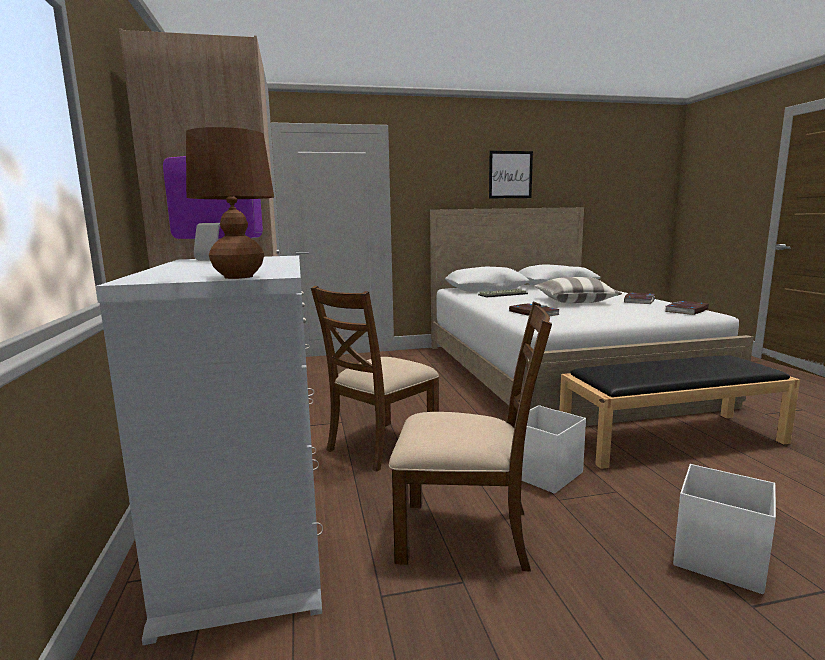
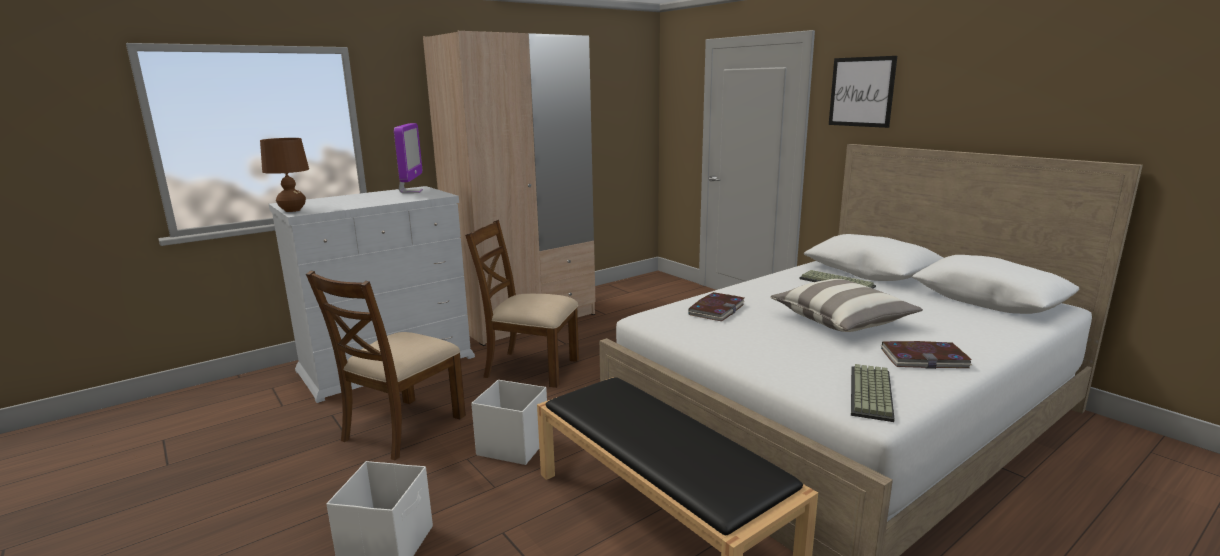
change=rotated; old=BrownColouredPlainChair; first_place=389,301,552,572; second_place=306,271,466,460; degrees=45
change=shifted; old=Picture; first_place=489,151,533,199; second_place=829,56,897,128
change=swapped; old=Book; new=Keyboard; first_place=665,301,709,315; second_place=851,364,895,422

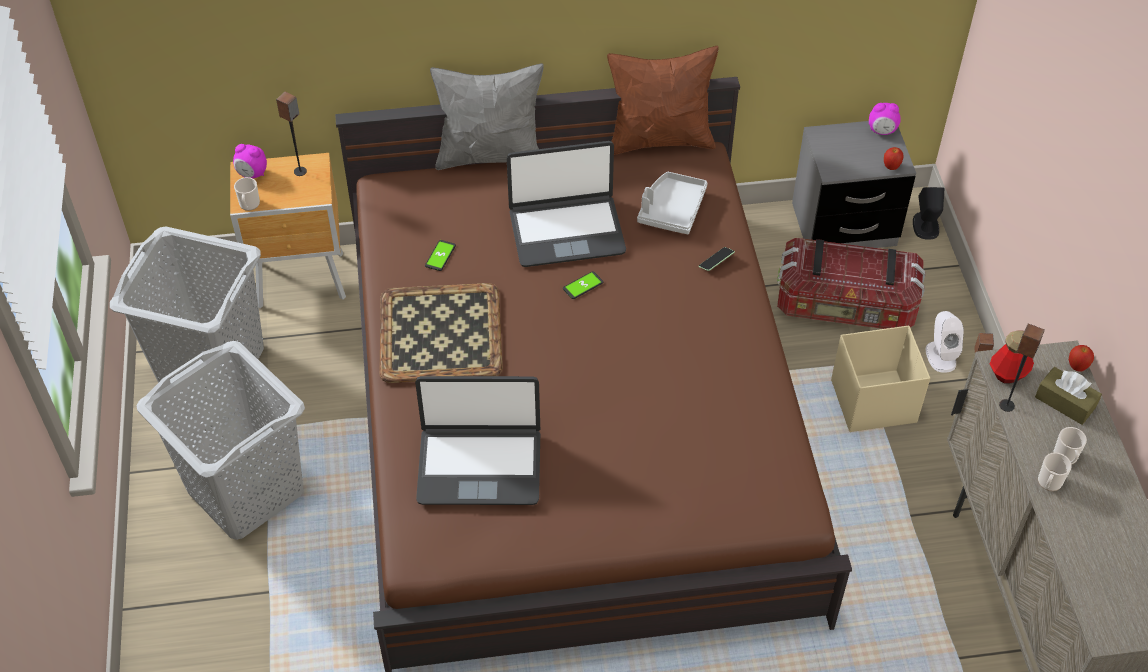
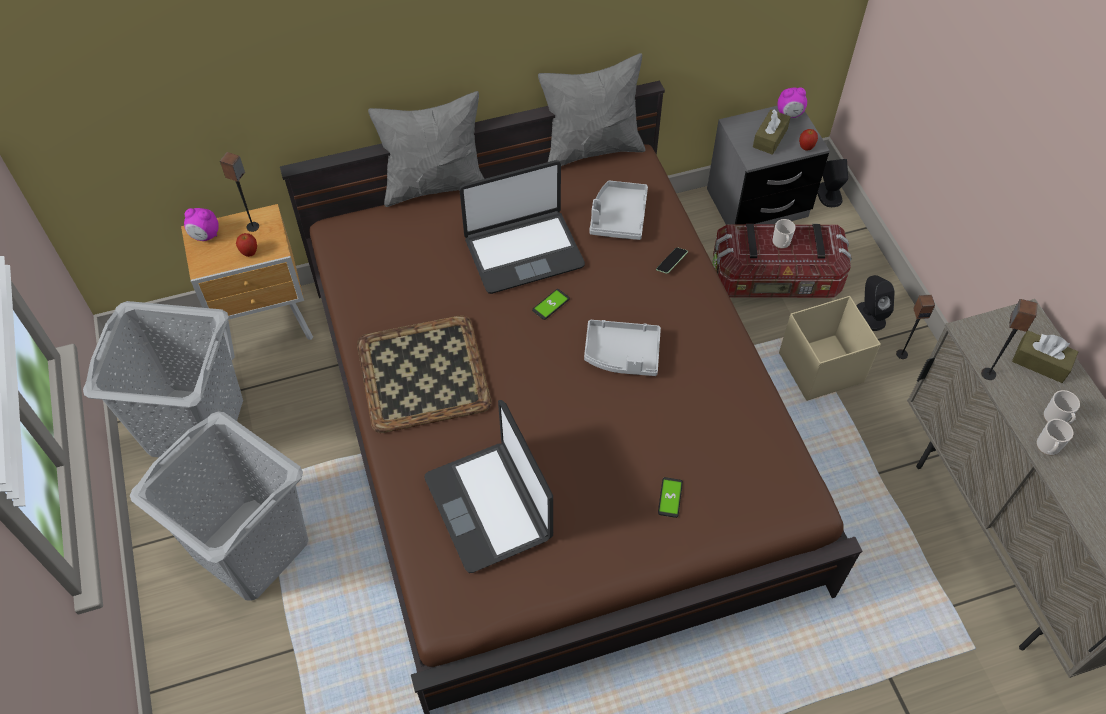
change=shifted; old=CoffeeMug; first_place=234,177,260,211; second_place=772,219,795,248
change=rotated; old=NotebookComputer; first_place=415,376,540,505; second_place=425,400,553,573; degrees=75
change=shifted; old=Handset; first_place=425,240,456,271; second_place=658,477,683,518
change=repainted; old=BrownColouredCushion; new=GreyishCushion; first_place=607,46,719,155; second_place=538,53,645,166
change=repainted; old=WhiteColouredSpeaker; new=BlackishSpeaker; first_place=925,311,964,373; second_place=857,275,895,331
change=gone; old=BeverageBottle; first_place=990,330,1034,384
change=shifted; old=AppleFruit; first_place=1069,345,1094,372; second_place=236,233,257,257
change=new; new=GreyishServingTray; second_place=584,320,661,376
change=new; new=BrownColouredBoxOfTissues; second_place=753,110,791,155

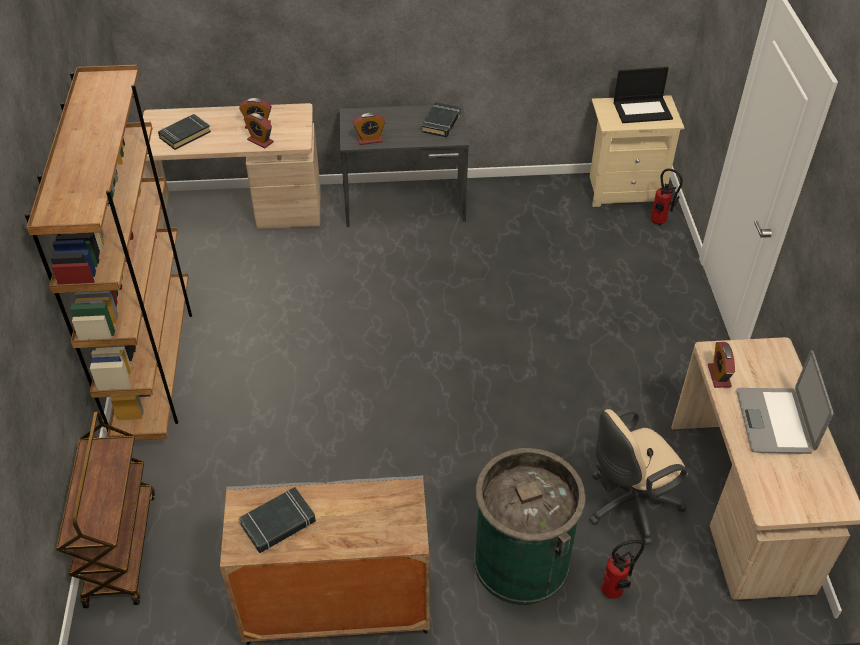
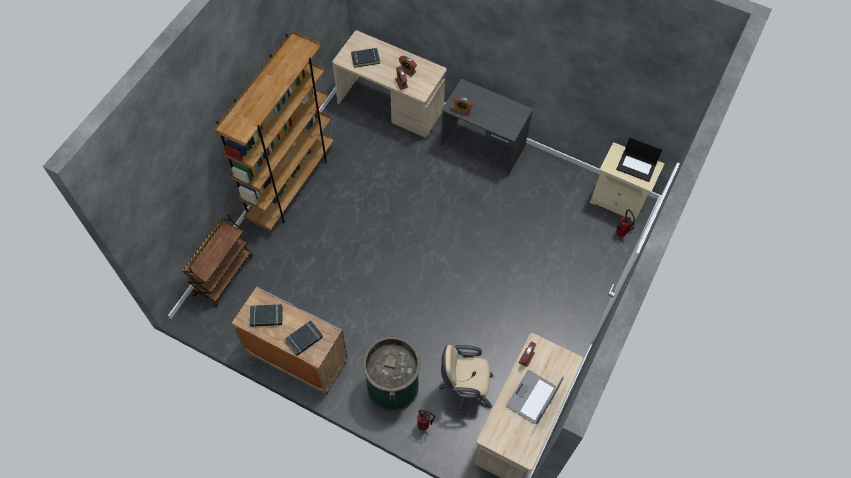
change=shifted; old=BlackishBook; first_place=421,102,461,137; second_place=285,320,323,356

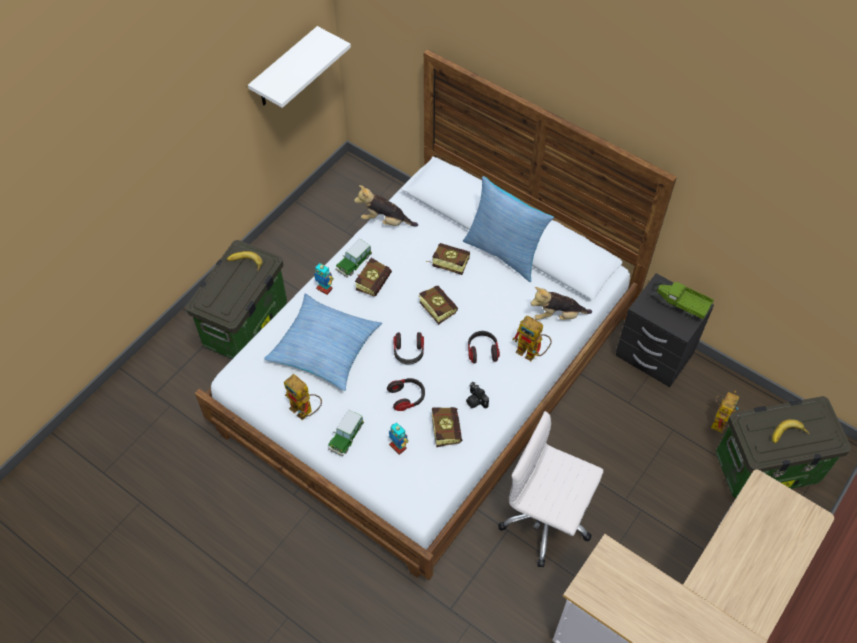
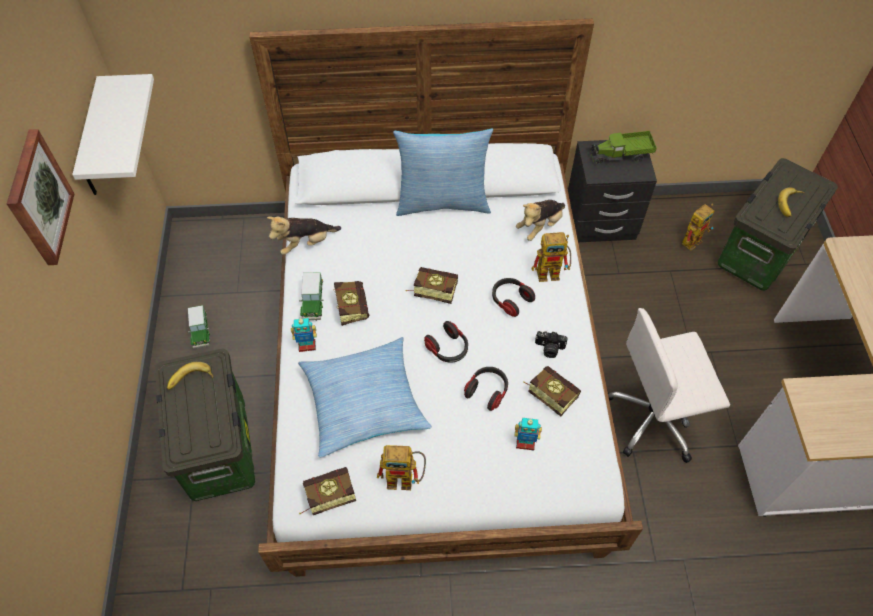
change=shifted; old=MiniatureCar; first_place=328,410,364,456; second_place=188,305,210,349
change=shifted; old=Book; first_place=426,243,470,275; second_place=299,467,356,515
change=rotated; old=RobotFigure; first_place=711,391,739,433; second_place=682,204,715,251; degrees=60
change=new; new=Picture; second_place=7,129,75,265

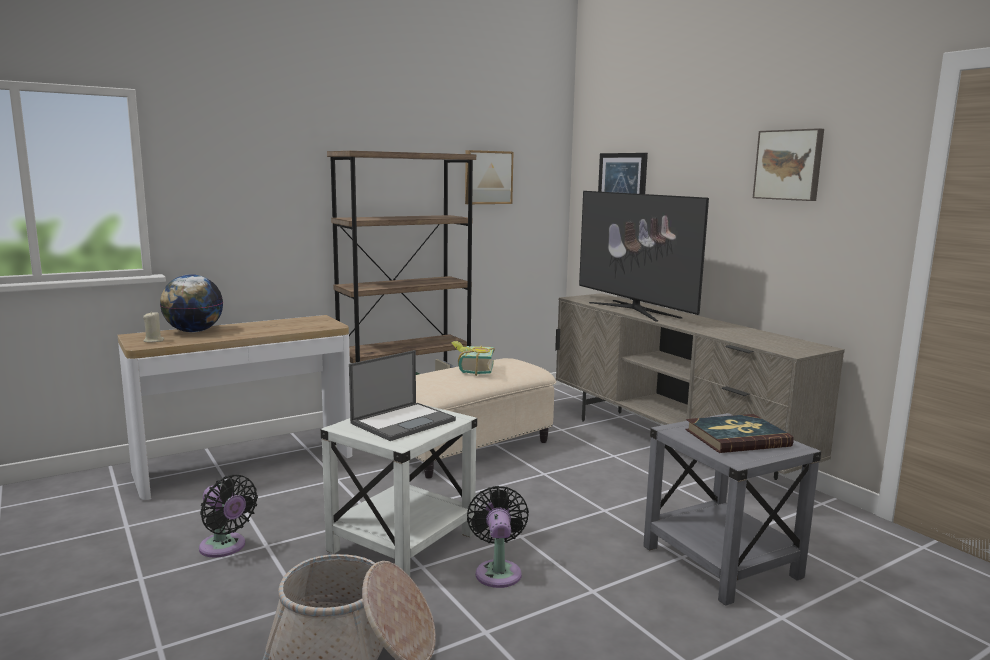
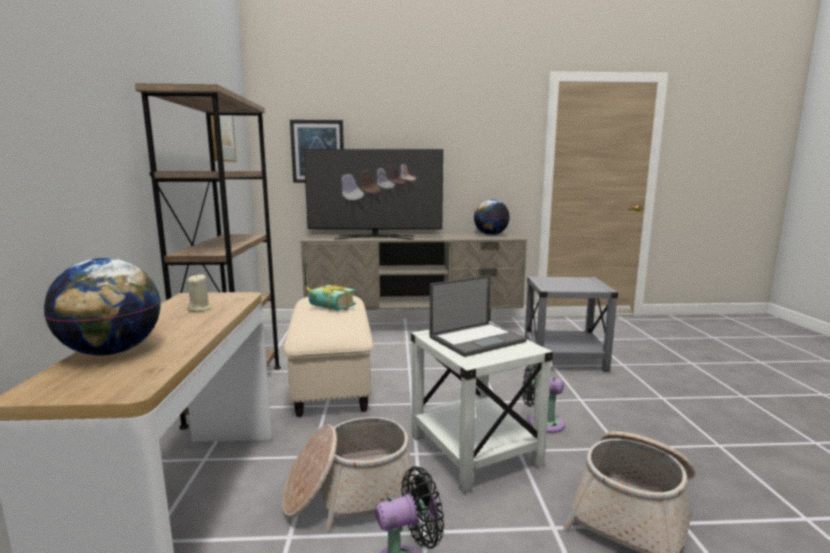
change=shifted; old=SandColouredCandle; first_place=143,311,164,343; second_place=187,274,211,312
change=rotated; old=NotebookComputer; first_place=349,350,456,441; second_place=430,275,527,357; degrees=75
change=gone; old=Book; first_place=686,414,794,453
change=gone; old=Picture; first_place=753,128,824,201
change=new; new=Basket; second_place=282,417,418,531
change=new; new=DeskGlobe; second_place=474,200,510,235

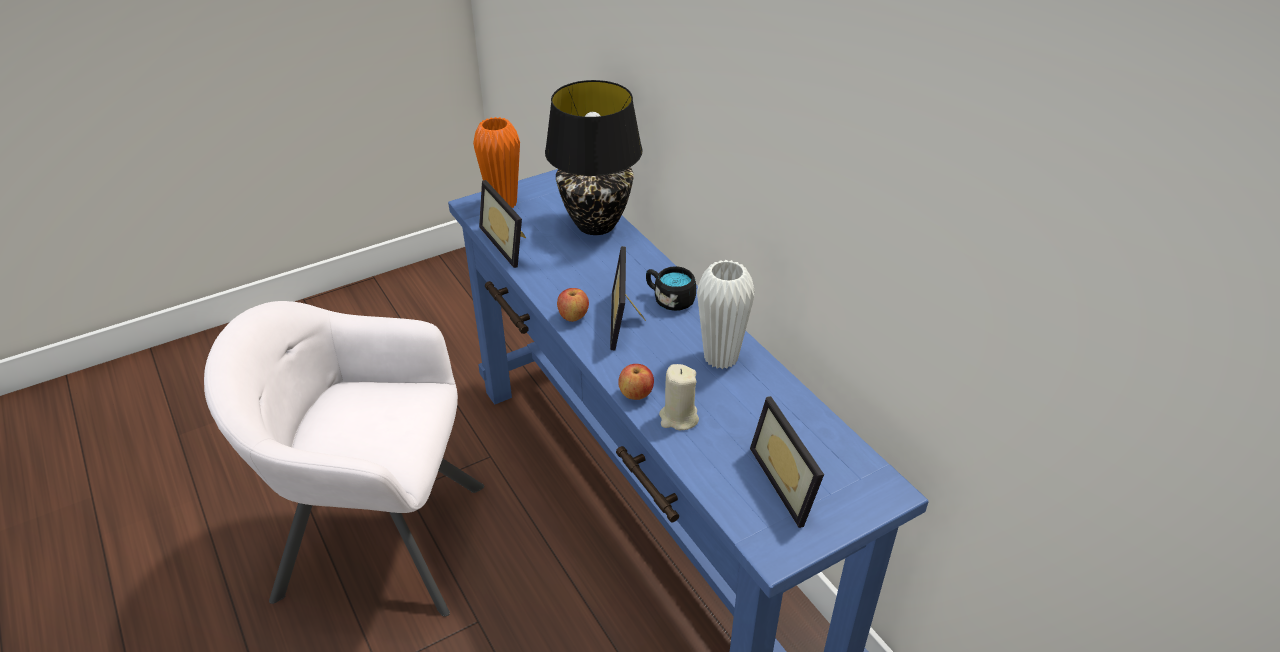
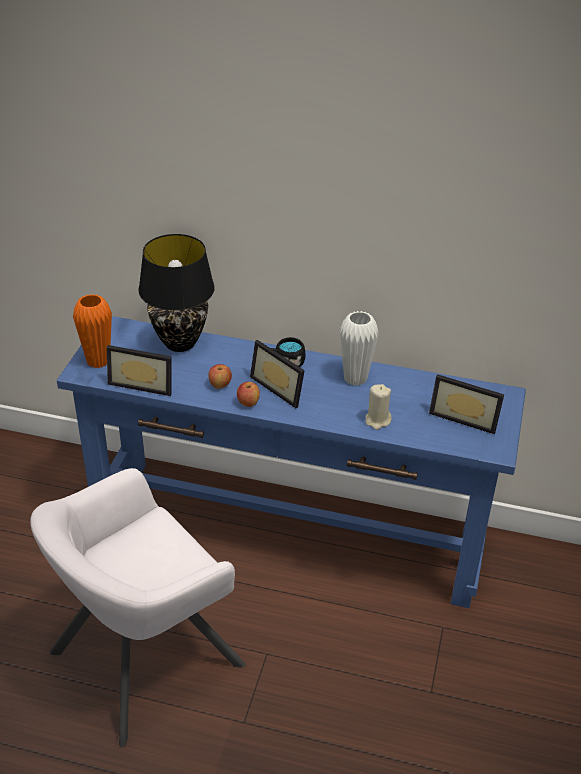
change=shifted; old=AppleFruit; first_place=618,364,654,400; second_place=208,364,232,389

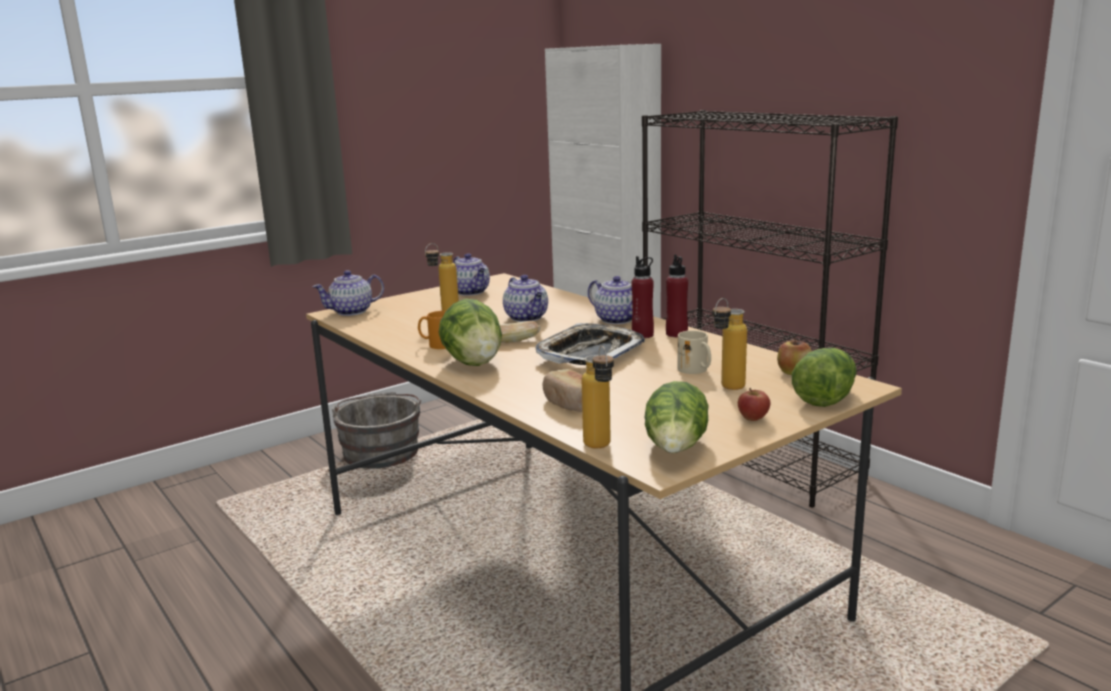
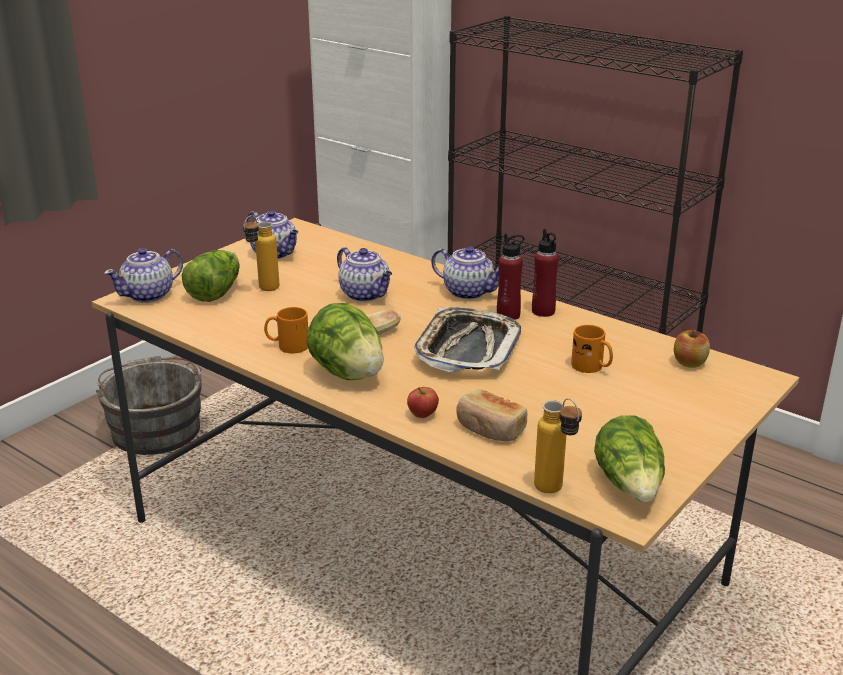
change=repainted; old=SandColouredCoffeeMug; new=OrangeCoffeeMug; first_place=678,331,711,374; second_place=571,325,613,373
change=gone; old=BeverageBottle; first_place=713,298,747,390
change=shifted; old=AppleFruit; first_place=738,388,770,421; second_place=407,387,439,418
change=shifted; old=LettuceHead; first_place=792,348,857,407; second_place=182,250,240,302

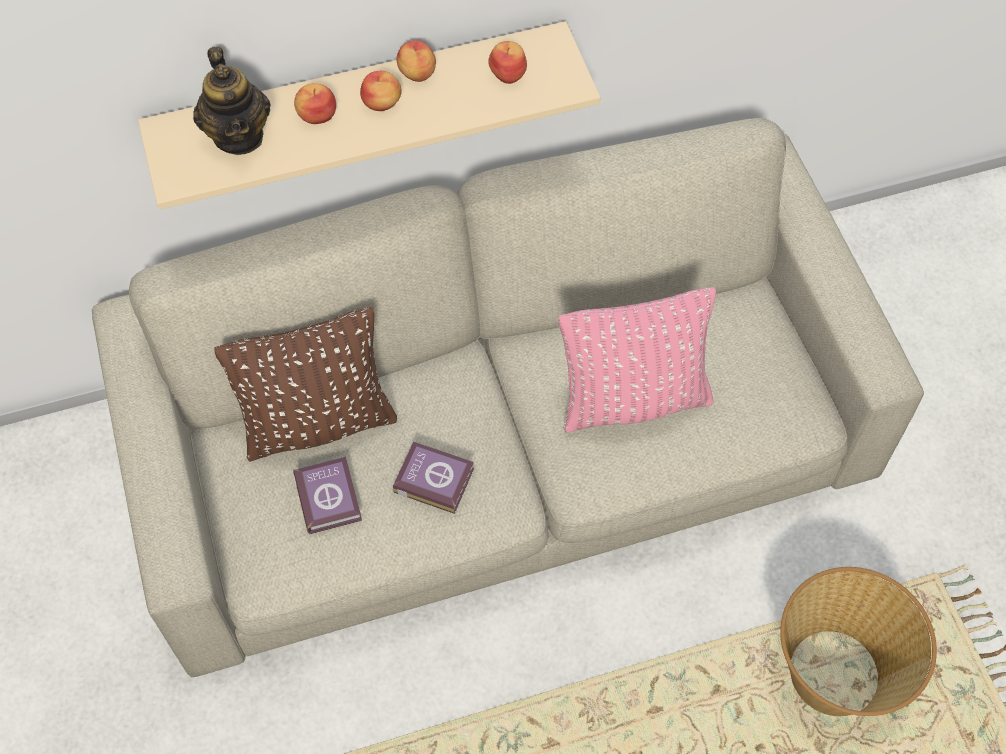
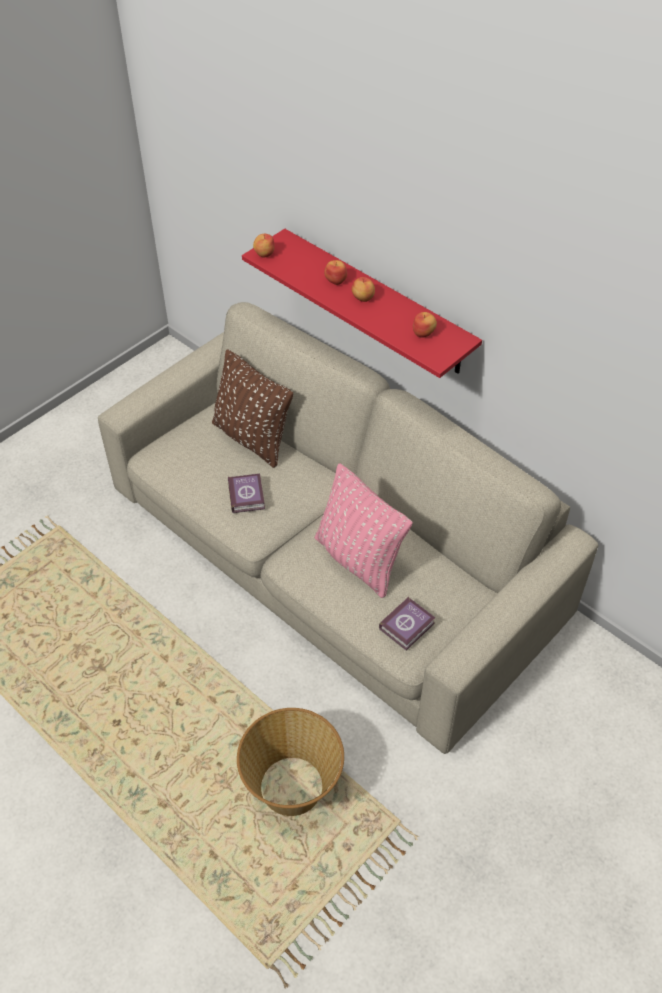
change=repainted; old=SandColouredShelf; new=RedColouredShelf; first_place=138,21,600,209; second_place=242,229,482,378
change=gone; old=Teapot; first_place=193,47,271,155
change=shifted; old=Book; first_place=293,457,362,534; second_place=379,597,435,650
change=shifted; old=AppleFruit; first_place=397,40,436,82; second_place=253,234,275,257

